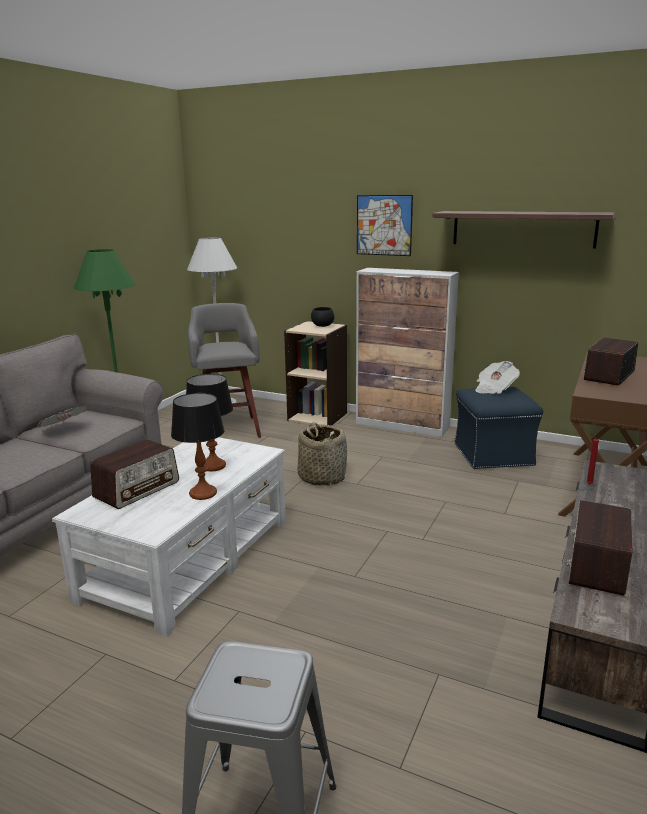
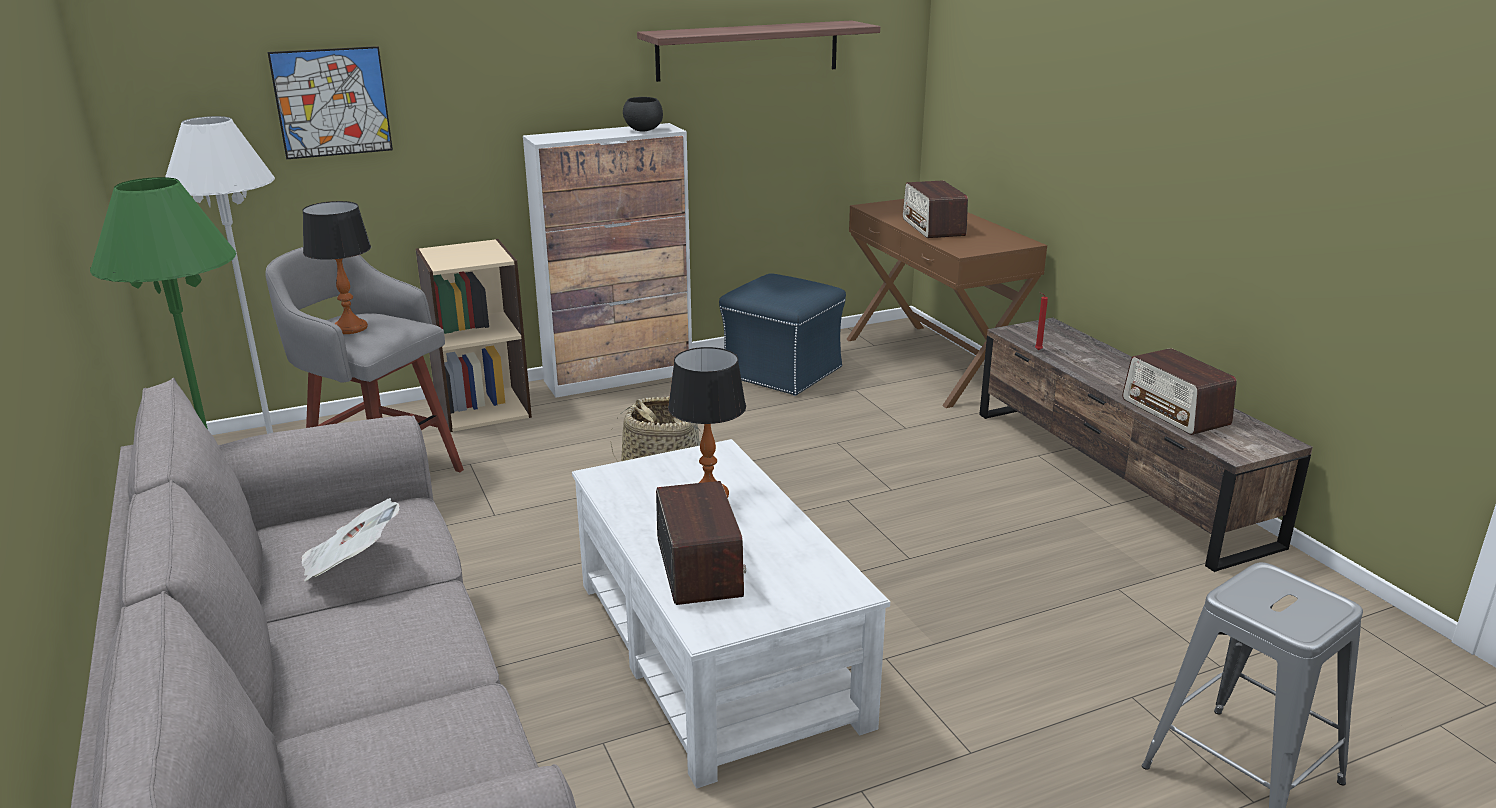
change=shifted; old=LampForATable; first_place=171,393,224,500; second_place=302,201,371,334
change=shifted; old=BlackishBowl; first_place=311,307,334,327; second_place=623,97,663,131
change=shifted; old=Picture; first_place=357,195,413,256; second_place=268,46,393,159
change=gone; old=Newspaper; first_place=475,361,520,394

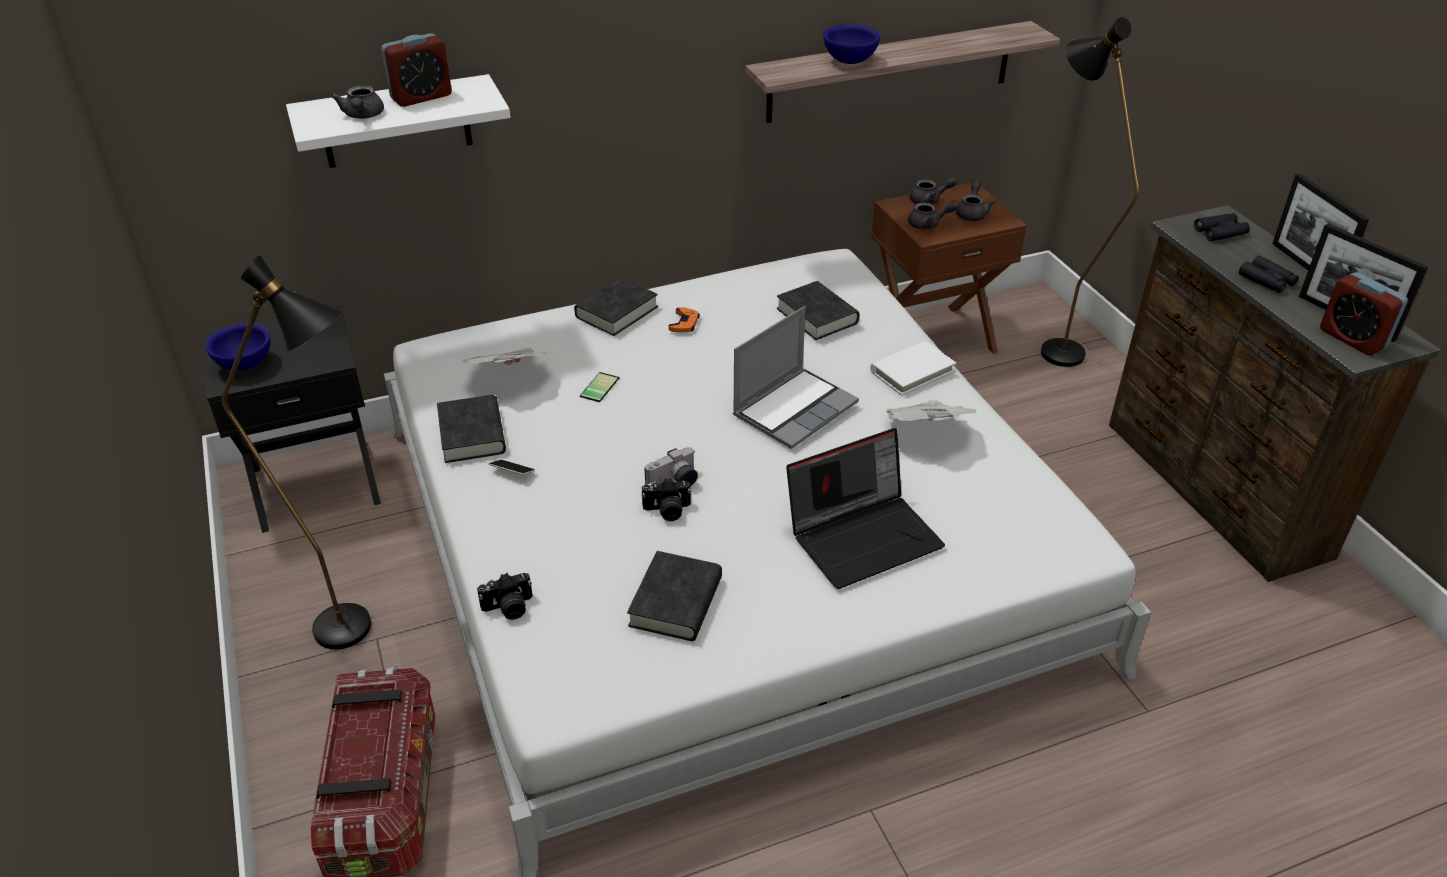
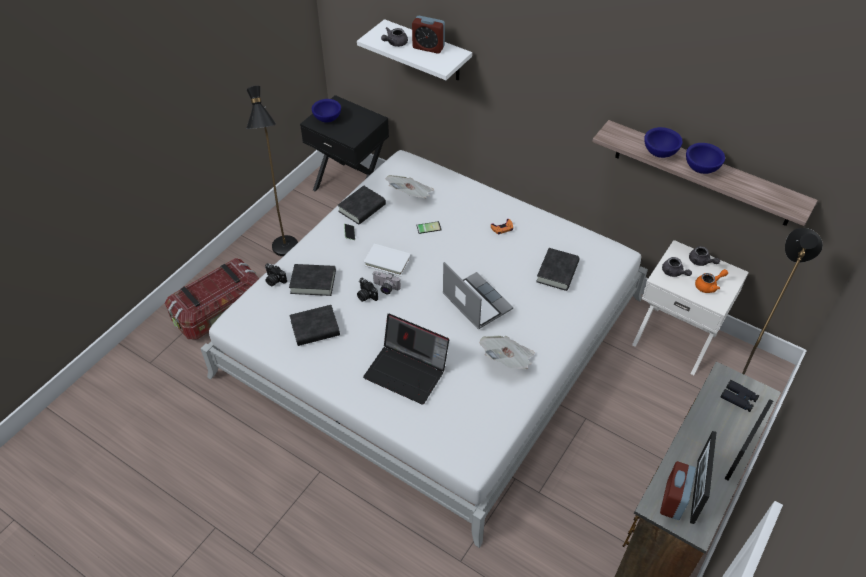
change=shifted; old=BlackishBook; first_place=574,278,658,336; second_place=289,264,336,296
change=rotated; old=NotebookComputer; first_place=733,306,859,449; second_place=442,262,513,330; degrees=-135
change=shifted; old=WhiteColouredBook; first_place=870,341,956,396; second_place=364,244,411,276
change=repainted; old=BrownColouredNightstand; new=WhiteColouredNightstand; first_place=872,182,1027,354; second_place=632,240,749,375
change=repainted; old=GreyishTeapot; new=OrangeTeapot; first_place=956,181,996,221; second_place=695,269,728,293
change=gone; old=BlackishBinoculars; first_place=1239,255,1299,293
change=new; new=BlueBowl; second_place=686,143,725,174

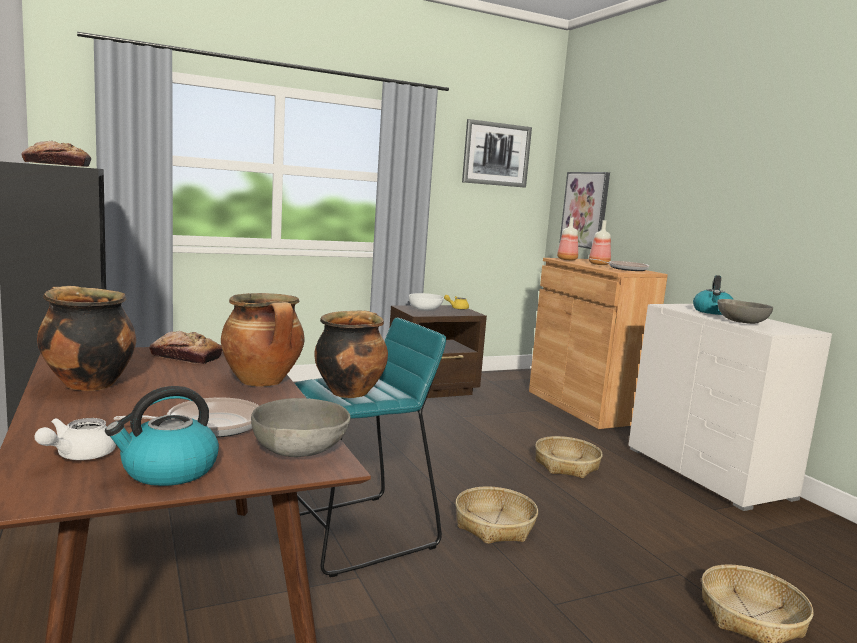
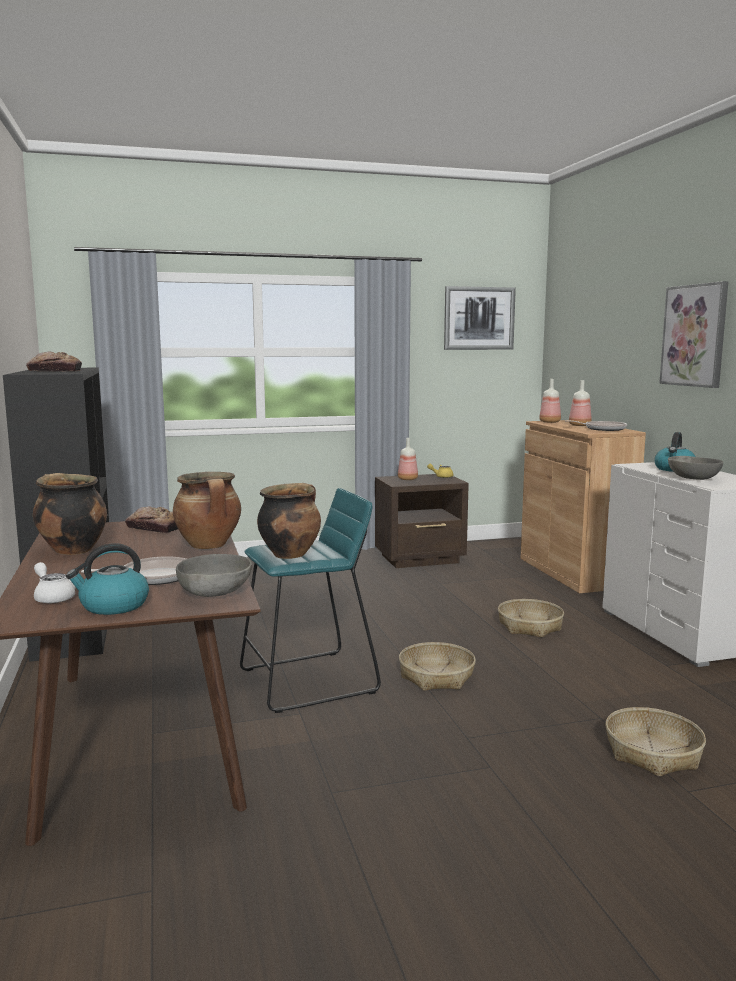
change=rotated; old=WhiteColouredTeapot; first_place=34,418,116,460; second_place=34,562,76,603; degrees=105
change=swapped; old=WhiteColouredBowl; new=BeverageBottle; first_place=409,293,444,311; second_place=398,438,418,480
change=shifted; old=Picture; first_place=559,172,610,249; second_place=659,281,729,388

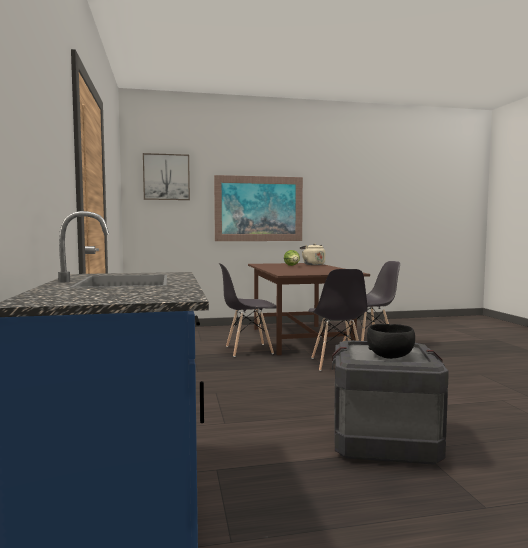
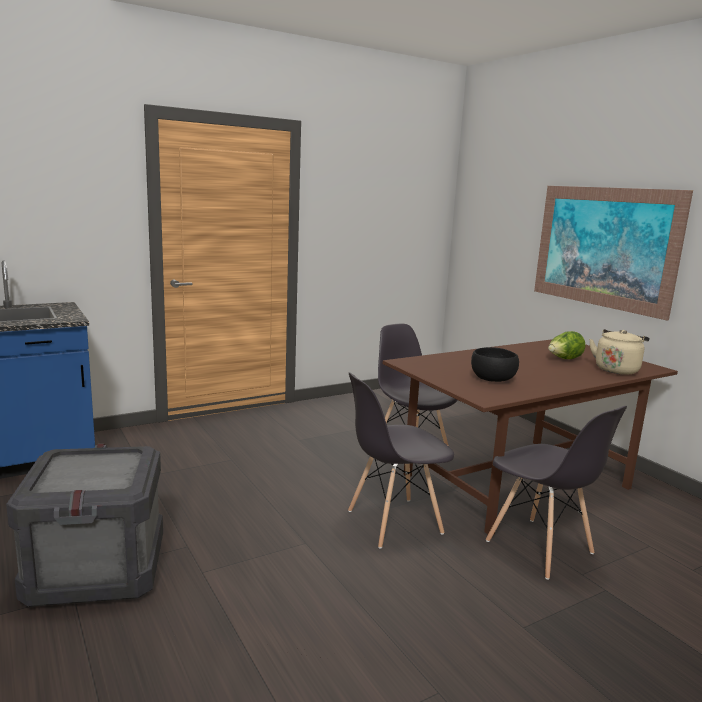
change=gone; old=Picture; first_place=143,153,190,200
change=shifted; old=BlackishBowl; first_place=367,324,415,359; second_place=471,347,519,382

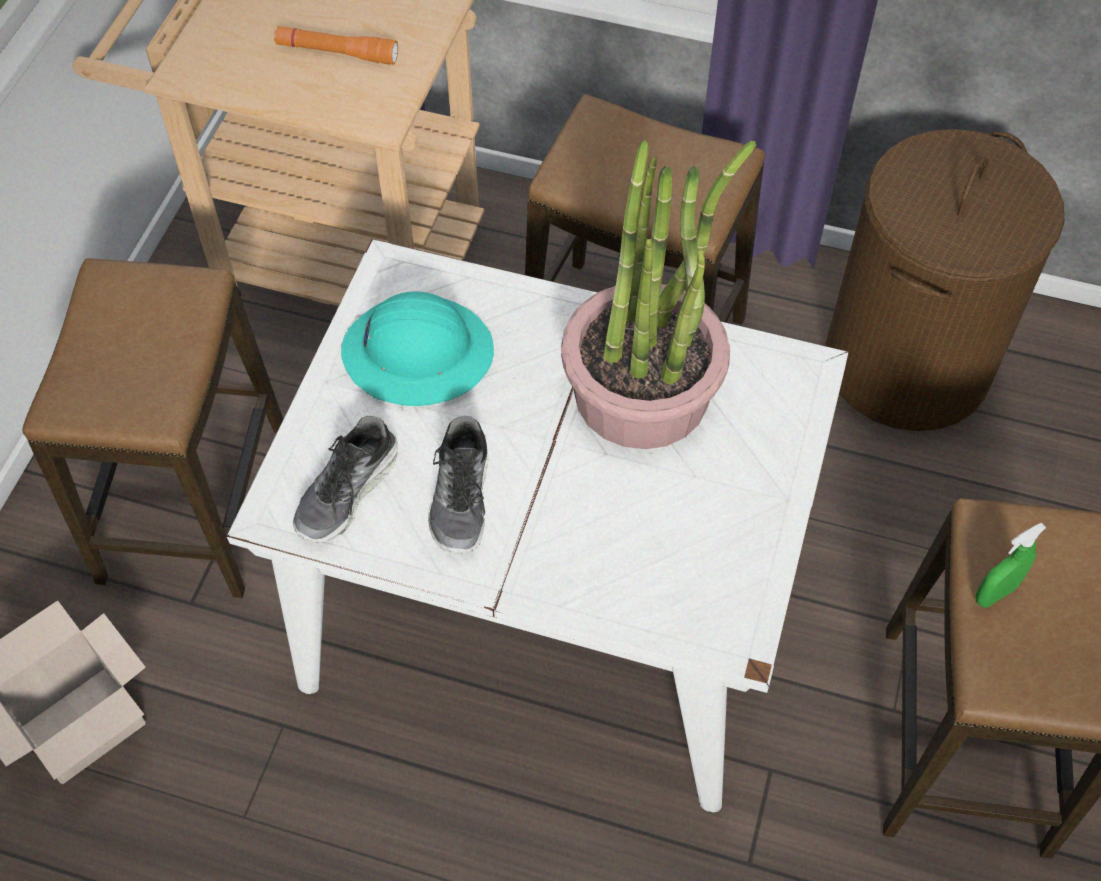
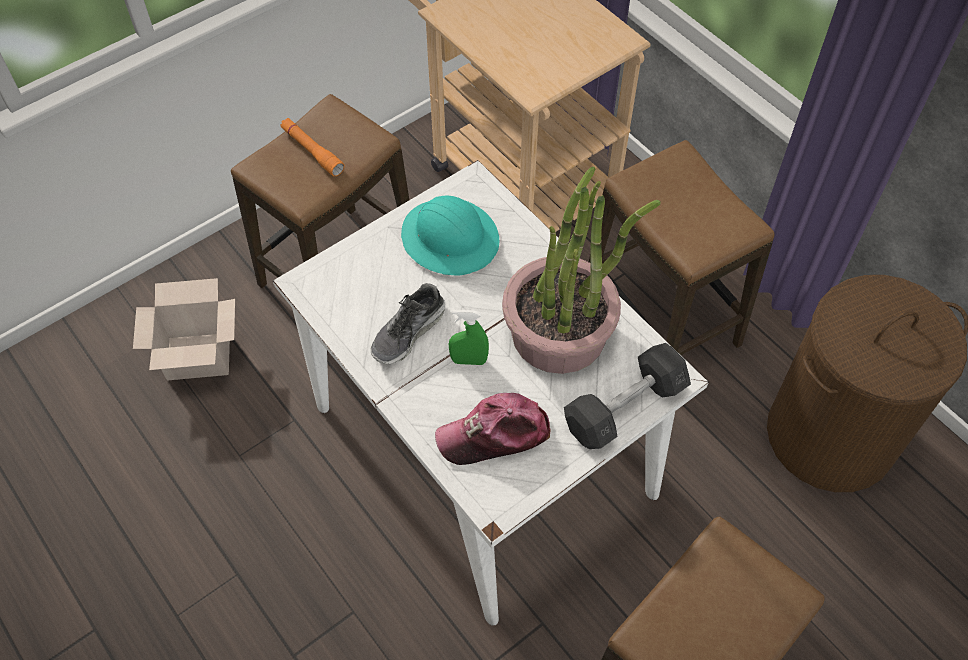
change=shifted; old=OrangeFlashlight; first_place=274,26,398,65; second_place=280,118,345,176
change=gone; old=Shoe; first_place=293,416,398,543
change=shifted; old=GreenHandSprayer; first_place=976,523,1046,608; second_place=449,310,489,365
change=new; new=PeakedCap; second_place=435,393,551,465
change=new; new=GreyishDumbbell; second_place=564,343,691,449

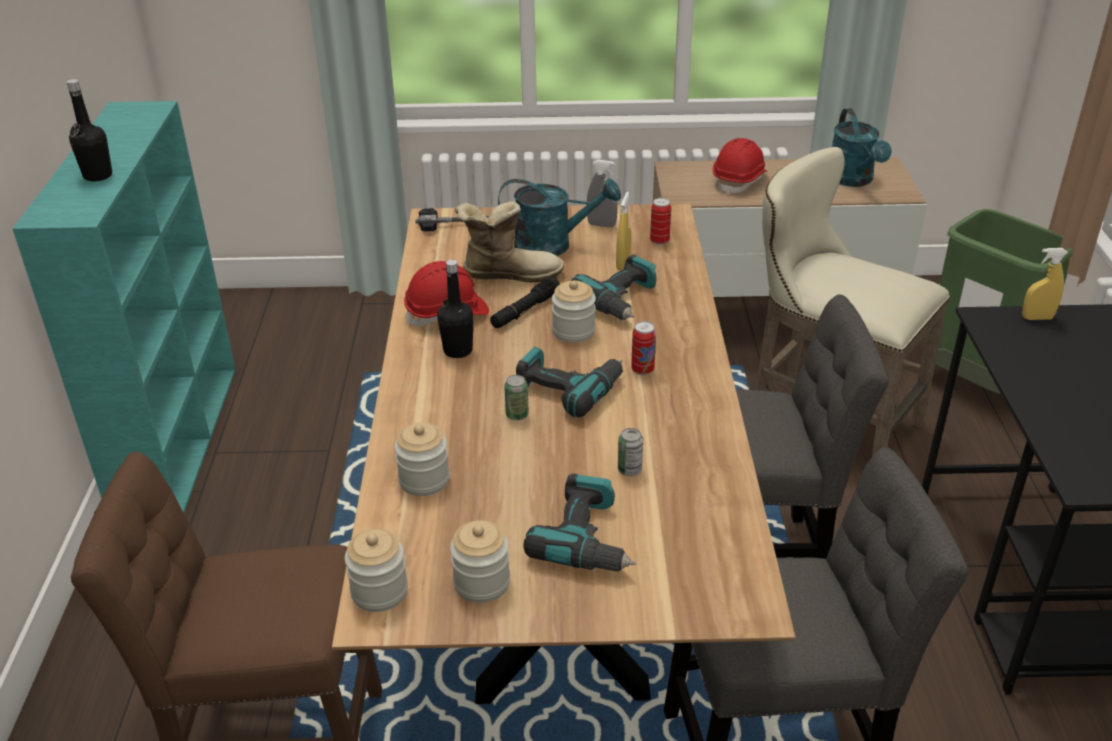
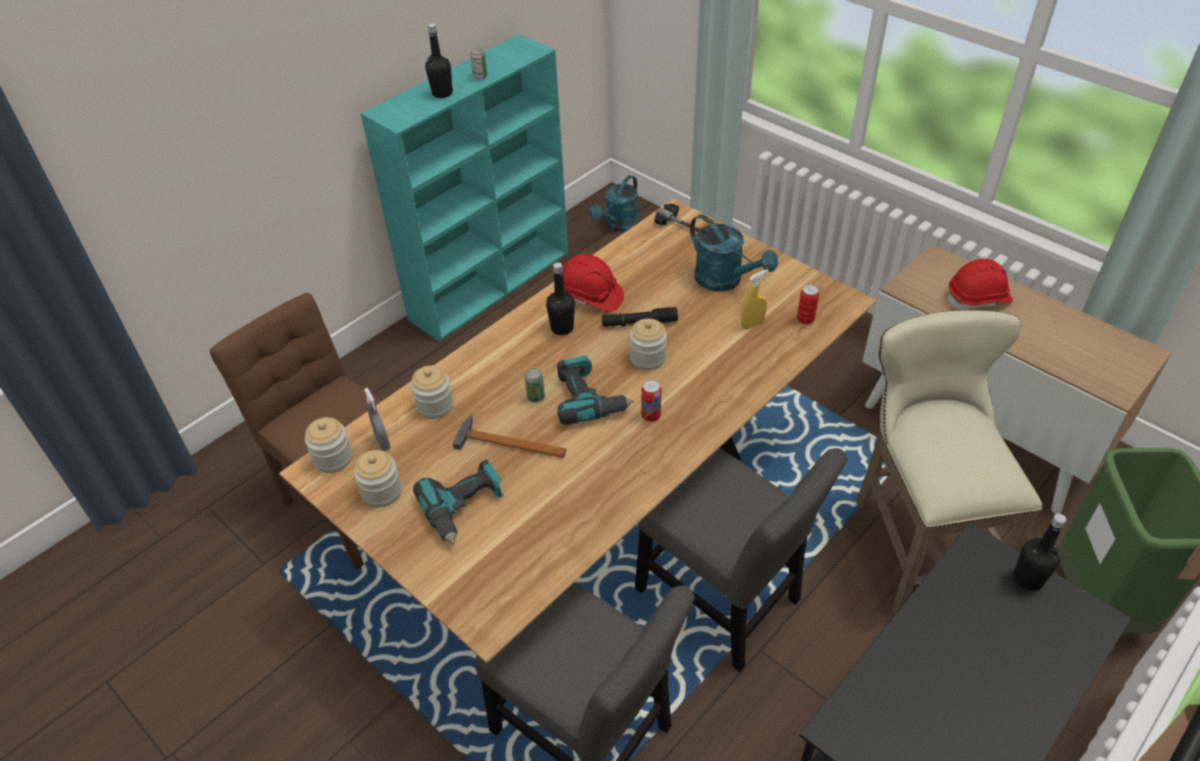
change=gone; old=Boot; first_place=455,202,564,282
change=gone; old=PowerDrill; first_place=571,254,656,320
change=shifted; old=GreyishHandSprayer; first_place=587,160,618,227; second_place=364,388,390,451
change=shifted; old=Can; first_place=618,428,643,476; second_place=470,48,487,79
change=shifted; old=TurquoiseColouredSprinklingCan; first_place=832,108,892,187; second_place=589,175,639,233
change=swapped; old=YellowHandSprayer; new=BlackishBeverageBottle; first_place=1022,248,1068,320; second_place=1014,513,1067,591
change=new; new=HandHammer; second_place=453,414,566,458

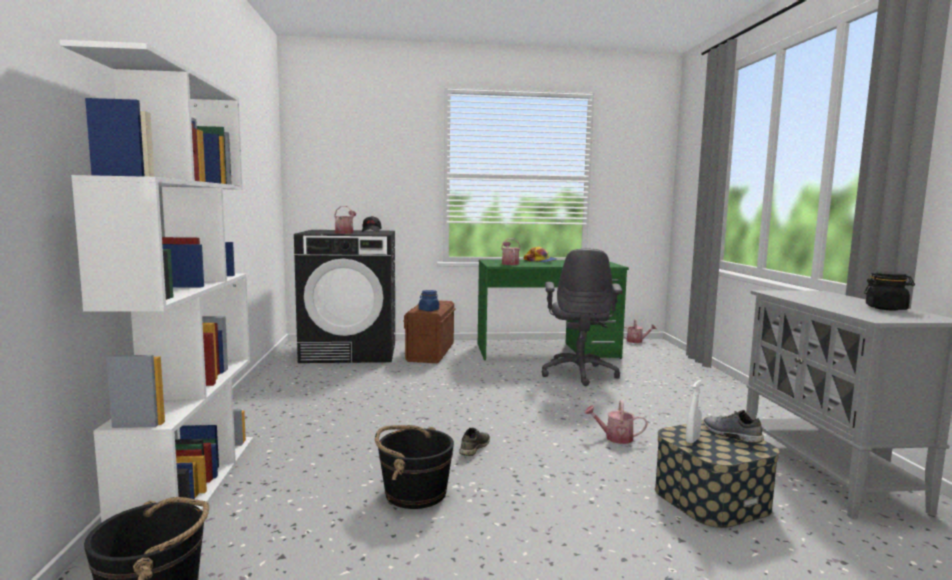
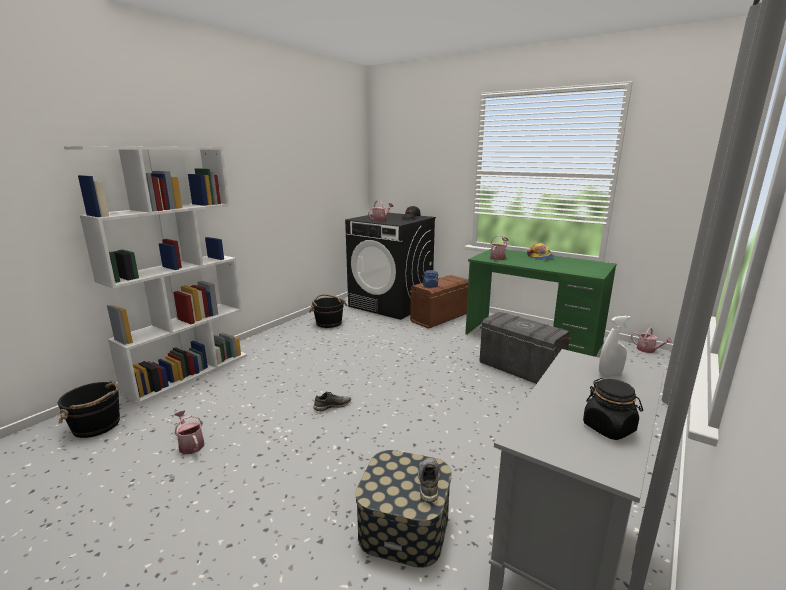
change=shifted; old=BlackishBucket; first_place=375,425,454,509; second_place=309,294,347,328
change=swapped; old=GreyishOfficeChair; new=GreyishStorageBox; first_place=542,248,622,386; second_place=480,312,571,384
change=shifted; old=SprinklingCan; first_place=584,400,648,444; second_place=174,410,204,454
change=shifted; old=WhiteColouredHandSprayer; first_place=686,380,702,443; second_place=599,316,631,375

